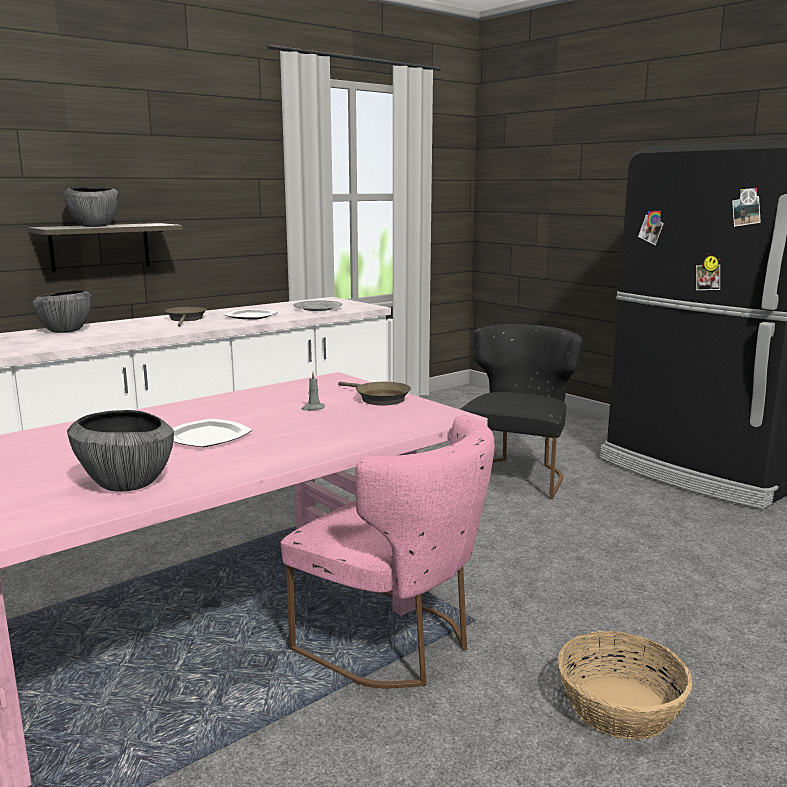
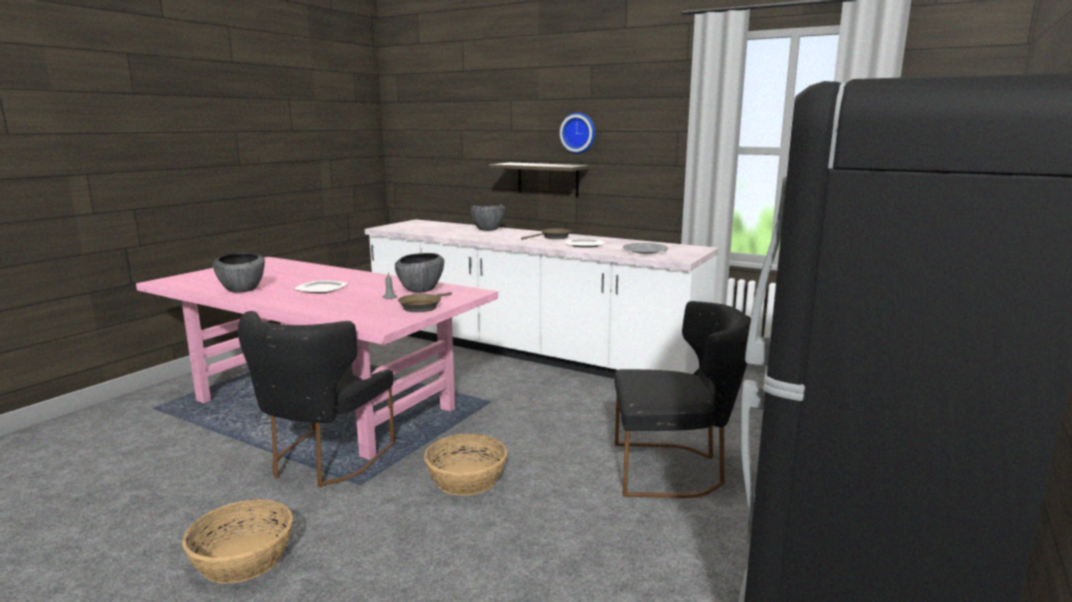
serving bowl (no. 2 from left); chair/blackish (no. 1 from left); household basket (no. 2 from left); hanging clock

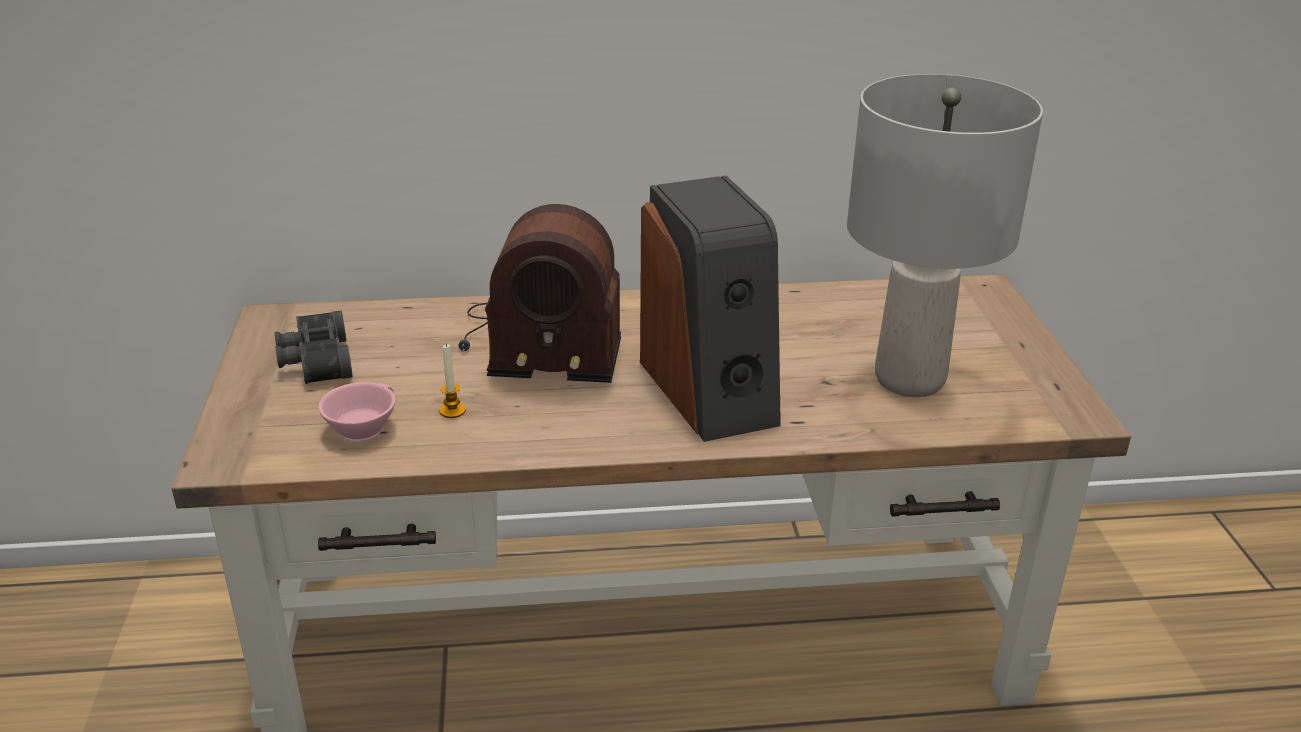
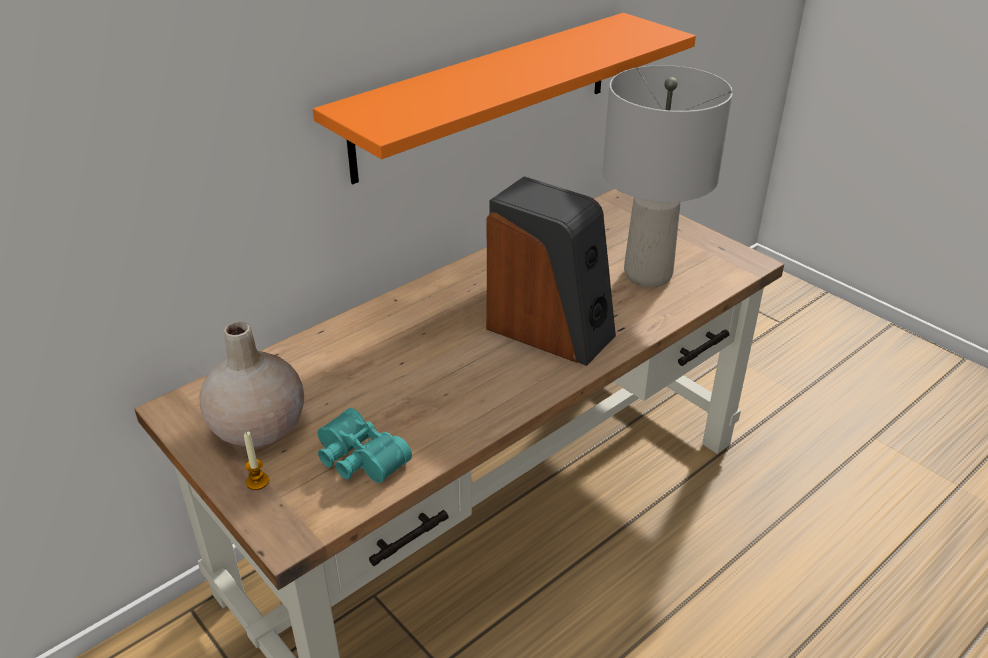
flower vase/sand-coloured; binoculars/turquoise-coloured; wax candle; radio receiver; shelf/orange-coloured

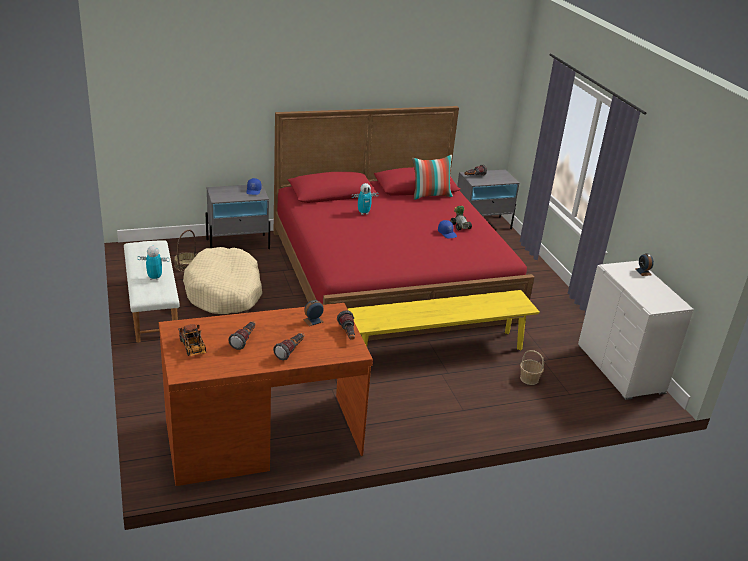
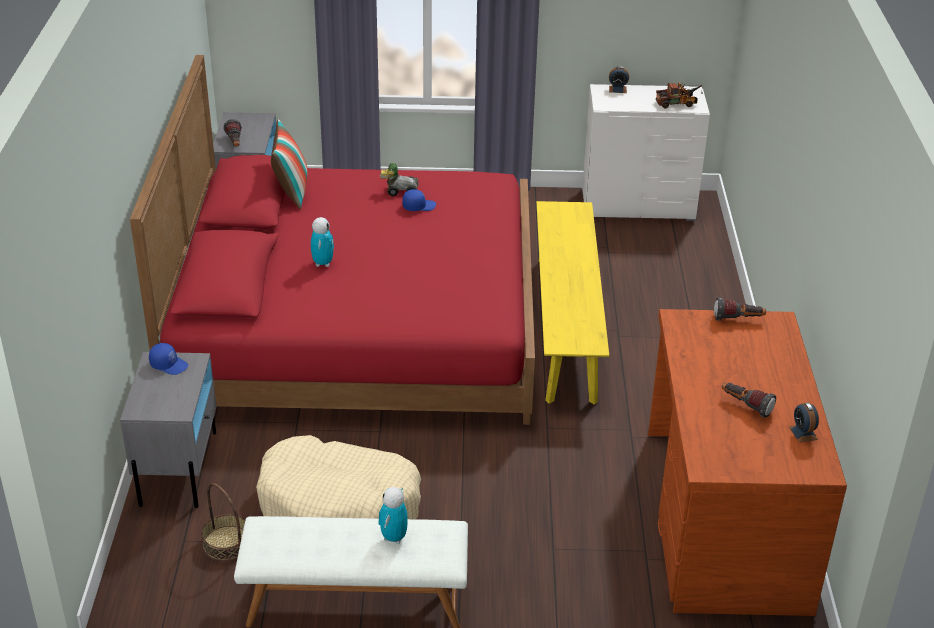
model truck; hand torch (no. 2 from left in the first image); table clock (no. 2 from left); household basket (no. 2 from left in the first image)

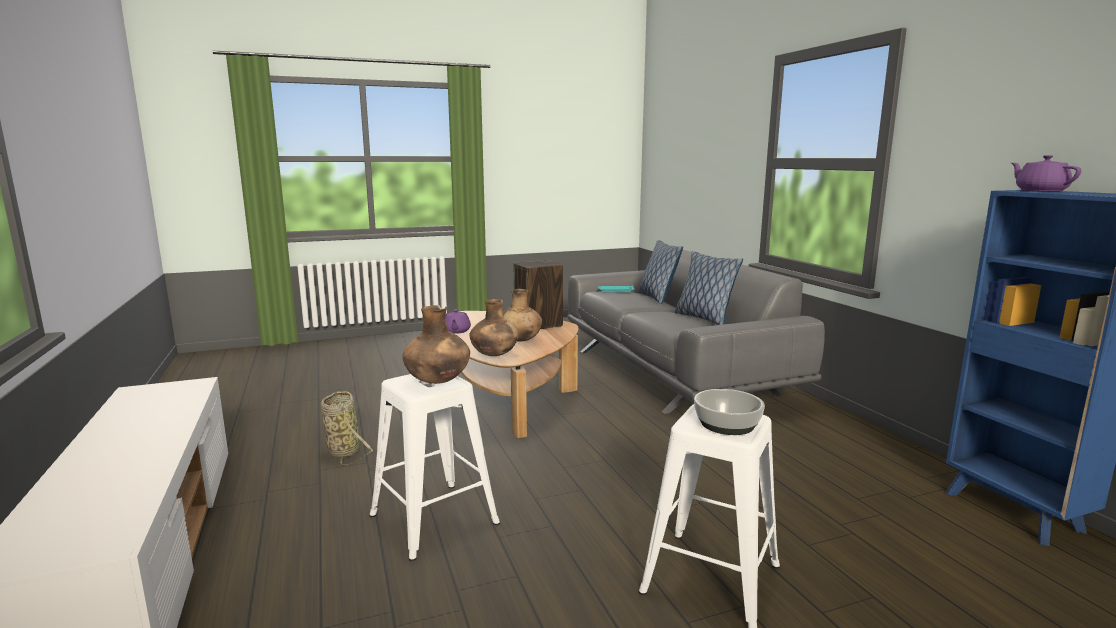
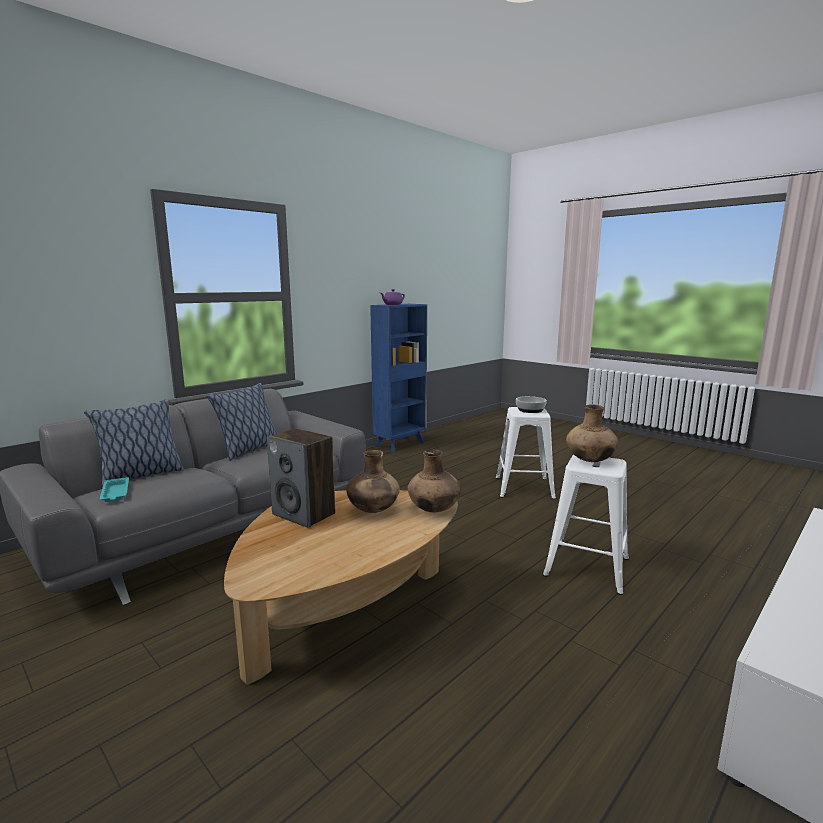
household basket; tea pot/purple (no. 1 from left in the first image)

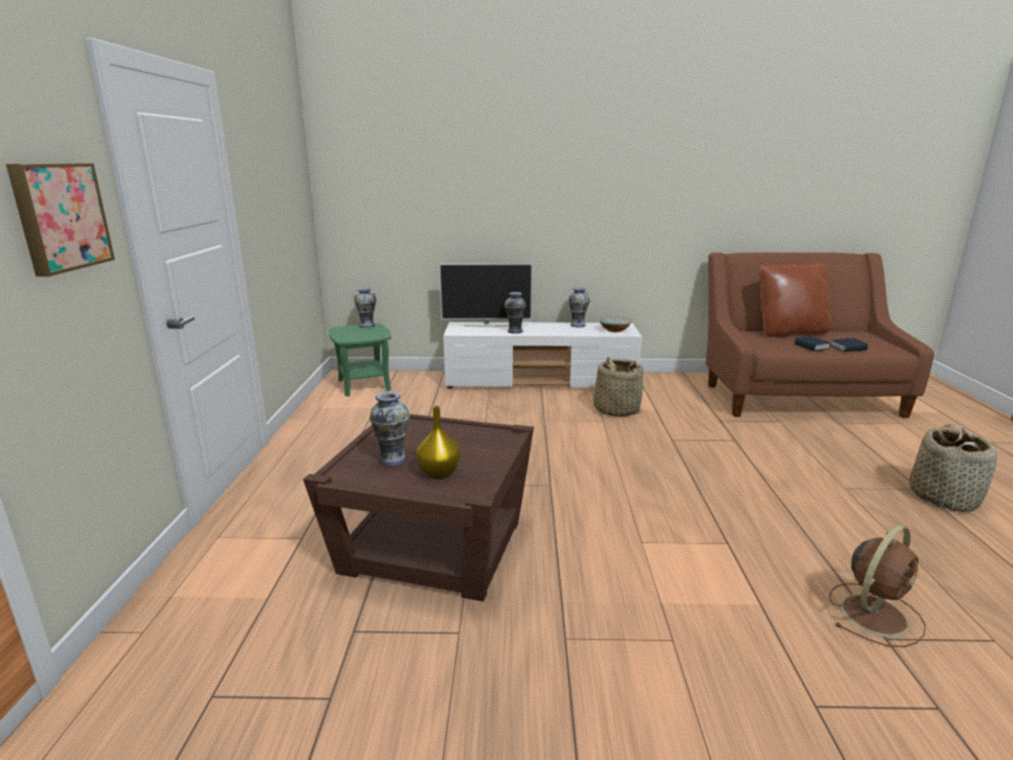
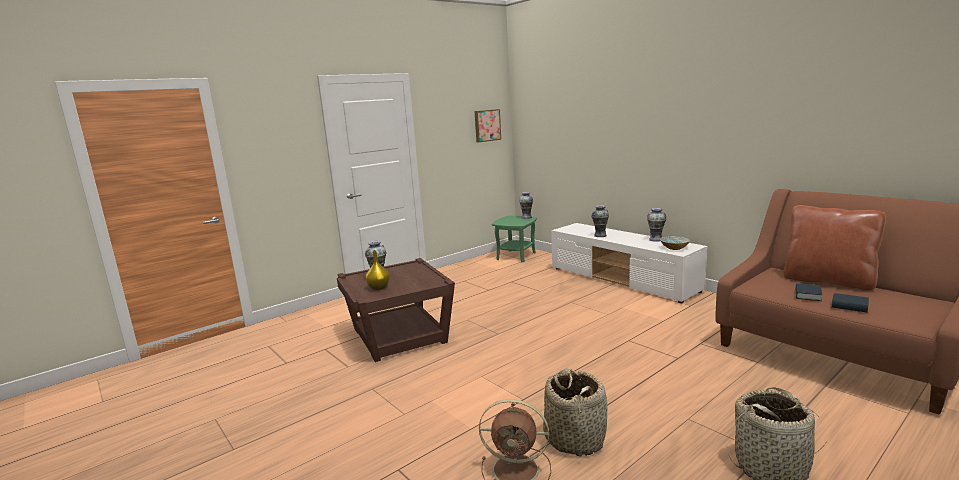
wall picture; TV set; household basket (no. 1 from left)

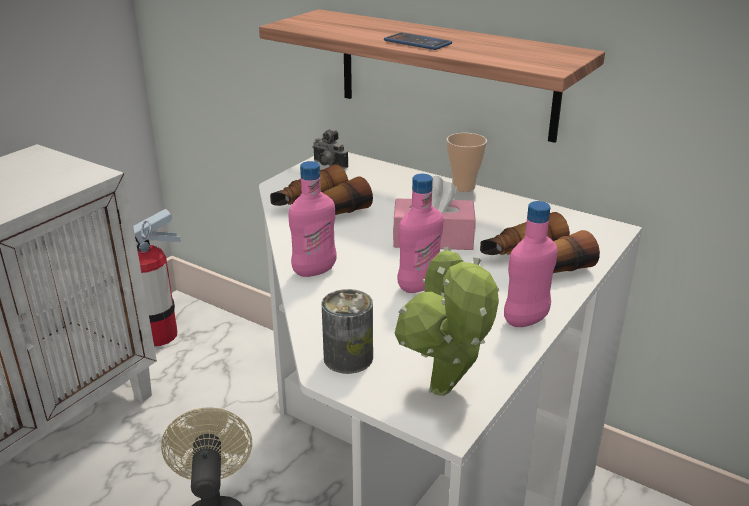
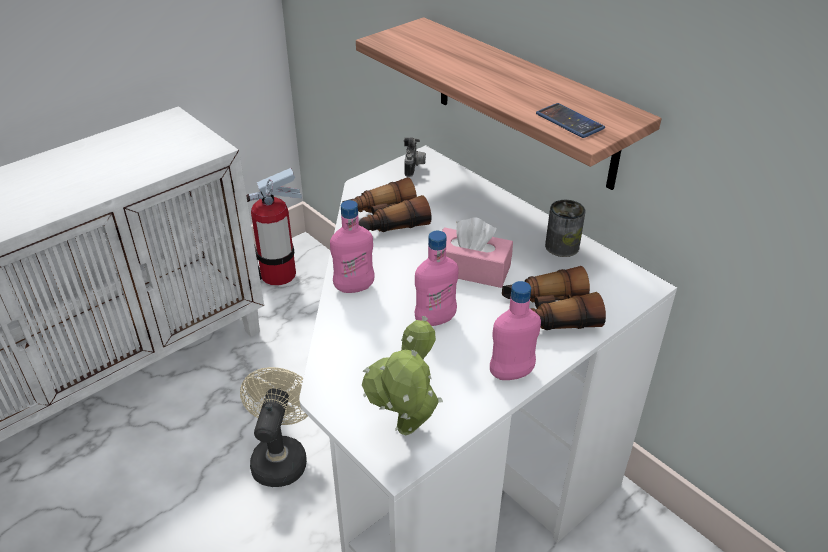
photo camera; metal can; telephone; small cup

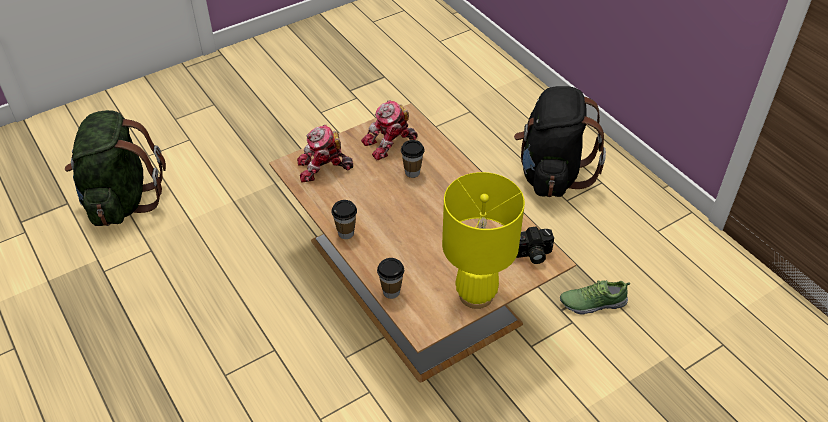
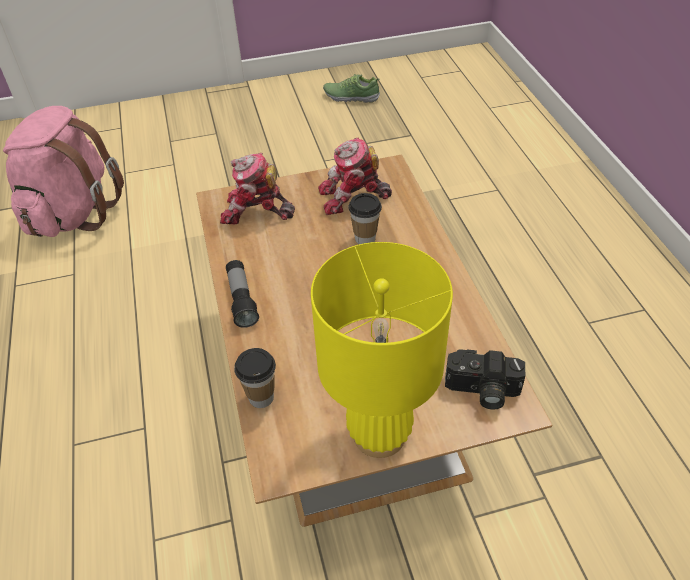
rucksack/pink; hand torch; rucksack/blackish; shoe

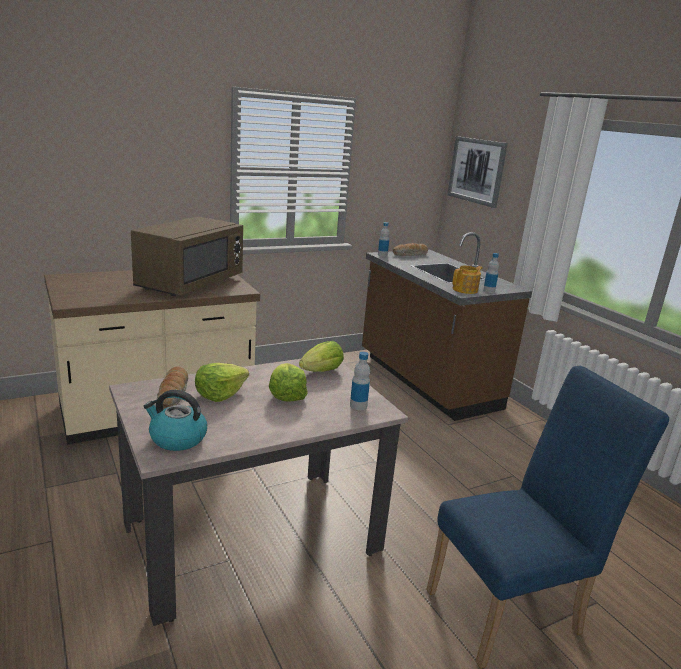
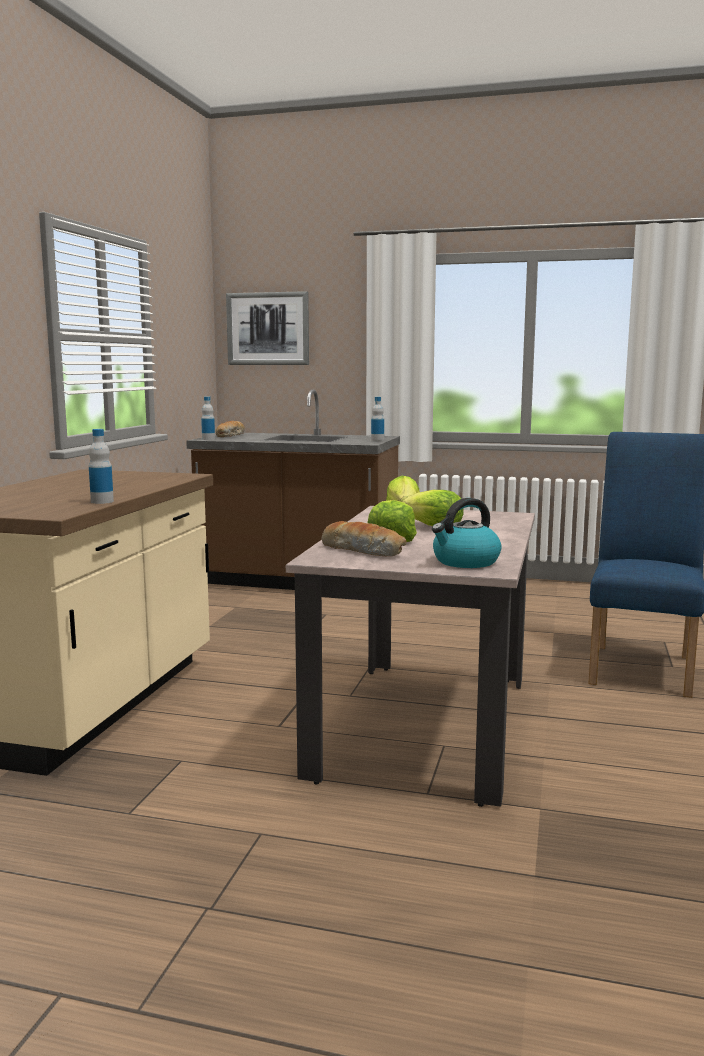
microwave/brown; drink bottle (no. 1 from left); tea pot

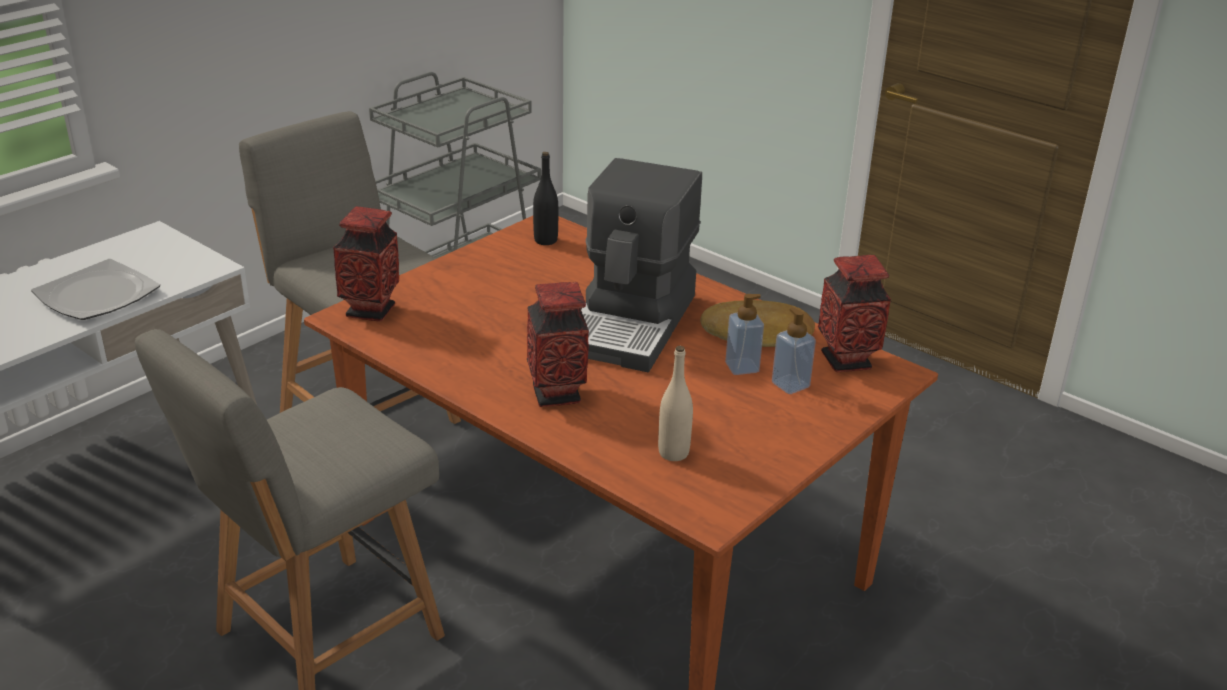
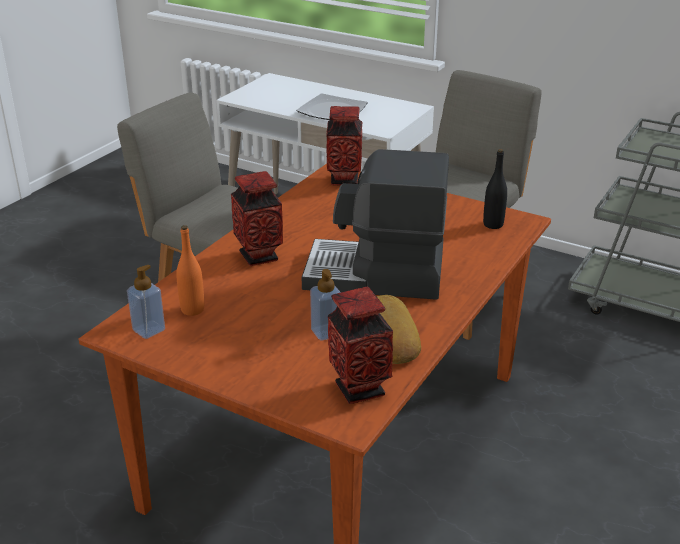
drink bottle/orange-coloured; liquid soap bottle (no. 1 from left)

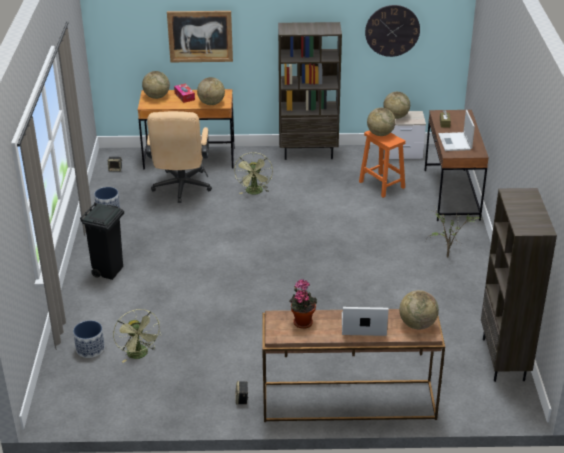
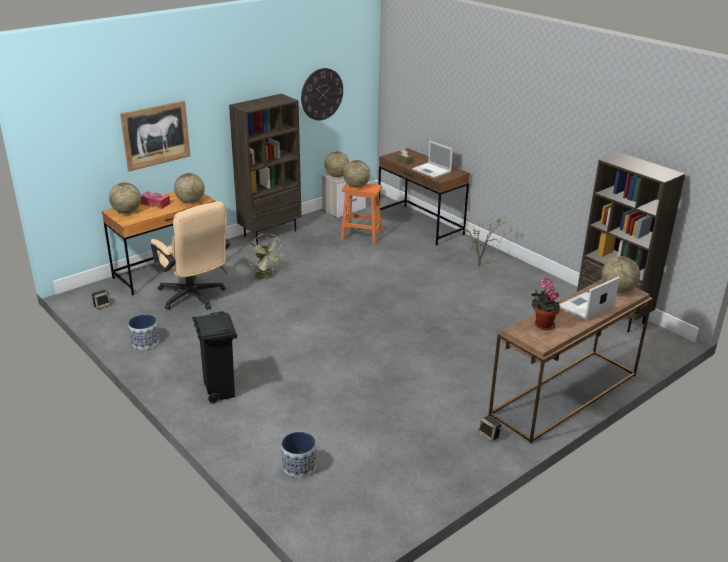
cooling fan/green (no. 1 from left in the first image)

